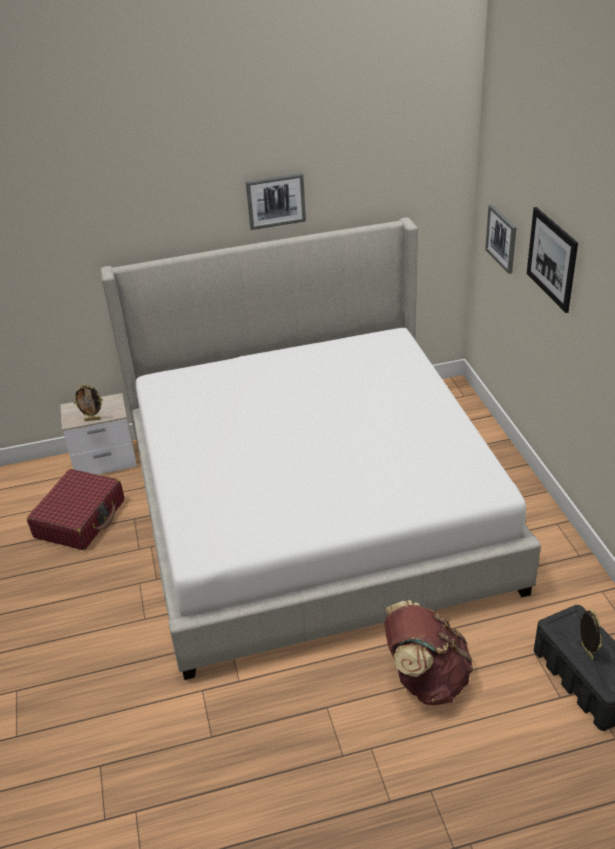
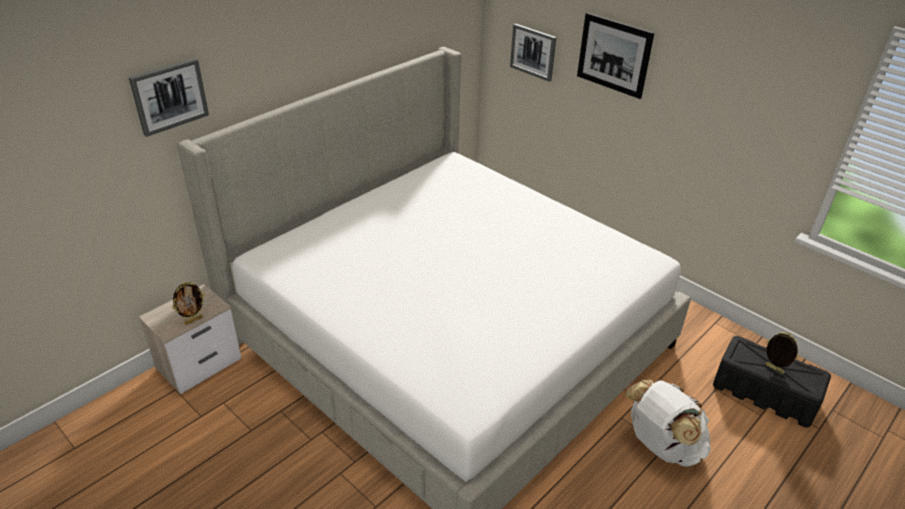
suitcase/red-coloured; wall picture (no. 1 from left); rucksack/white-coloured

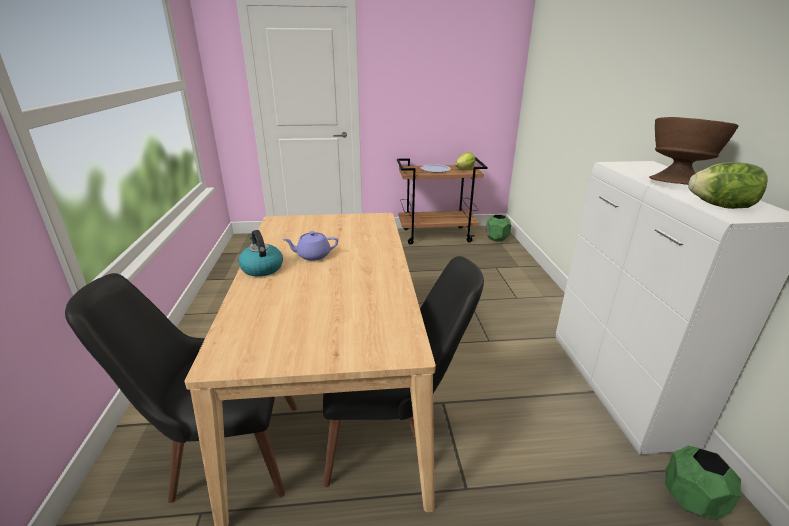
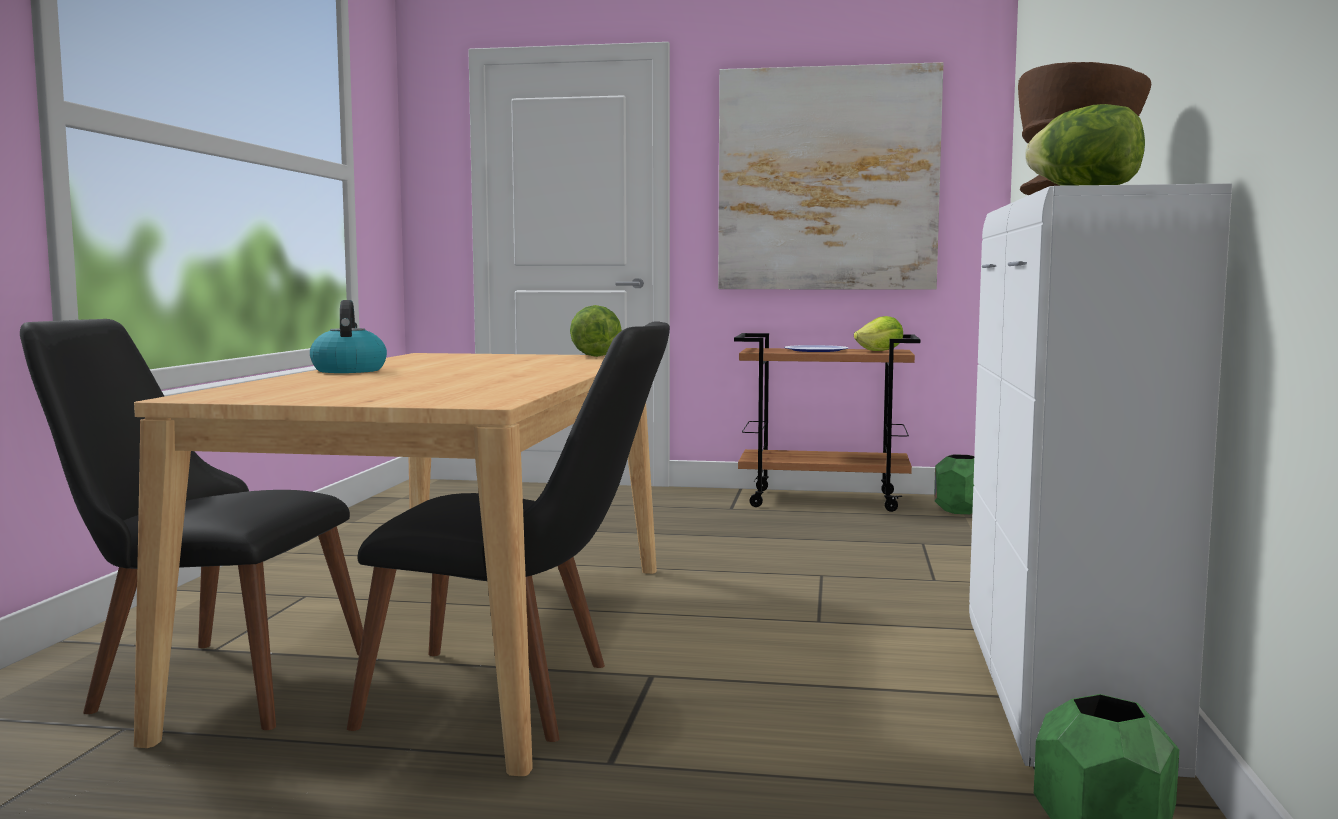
tea pot/purple; lettuce (no. 1 from left); wall picture

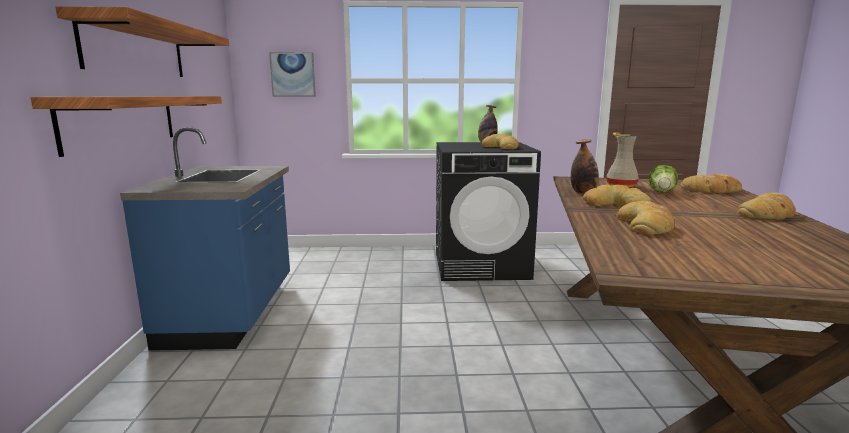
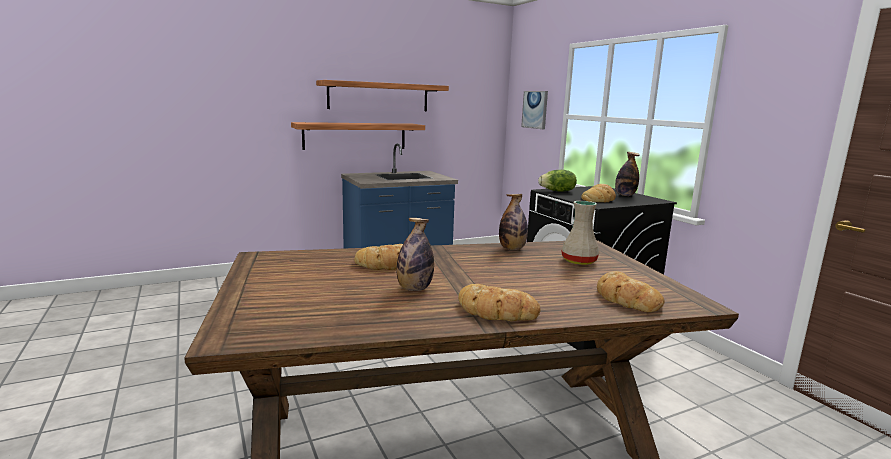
bread (no. 2 from left in the first image); lettuce; drink bottle (no. 1 from left)

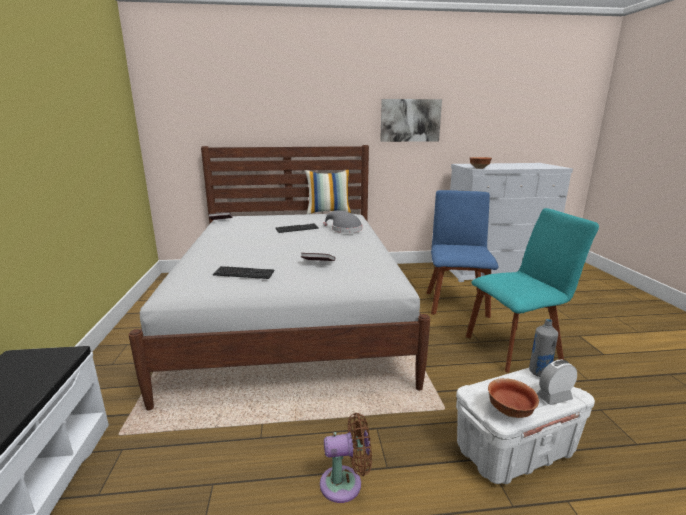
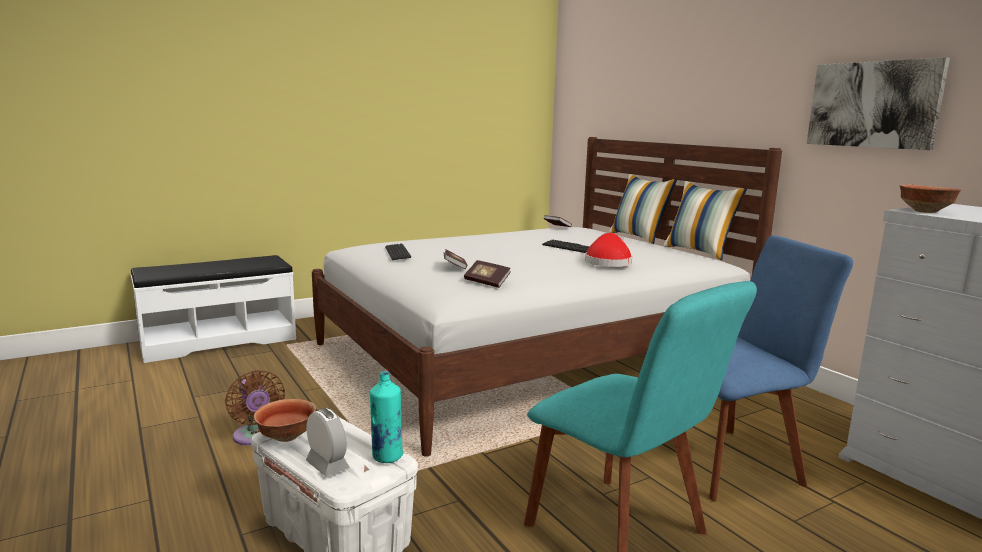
clothing hat/red-coloured; drink bottle/turquoise-coloured; volume (no. 2 from left); pillow (no. 1 from left)

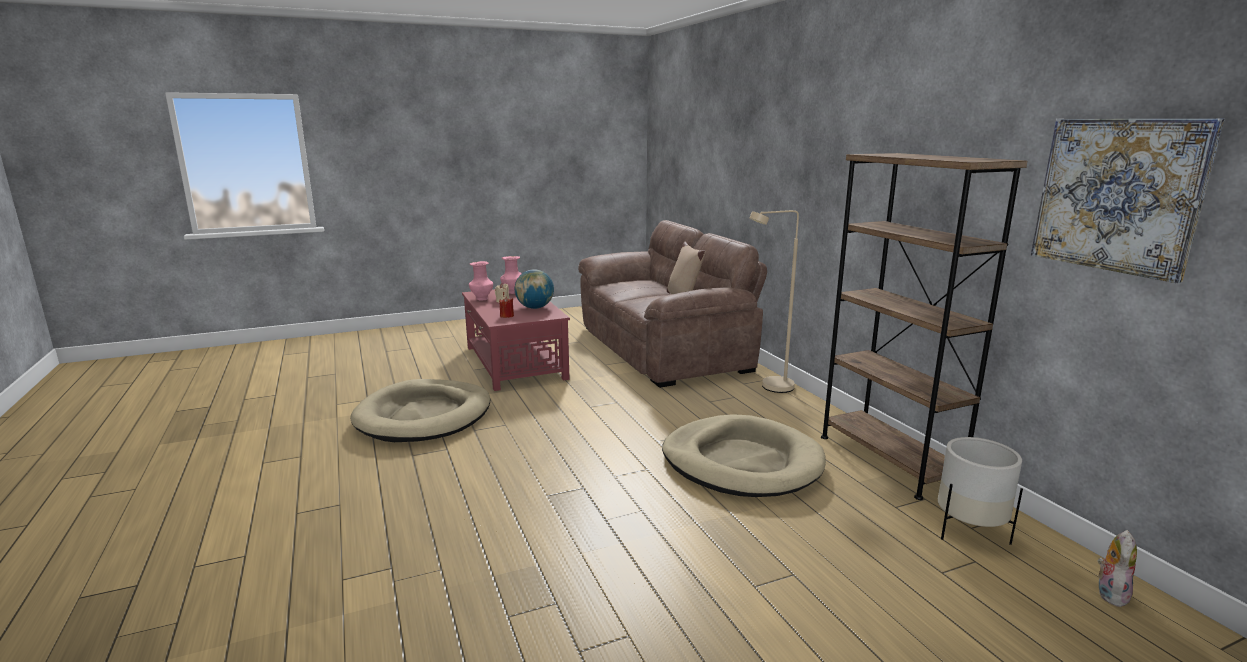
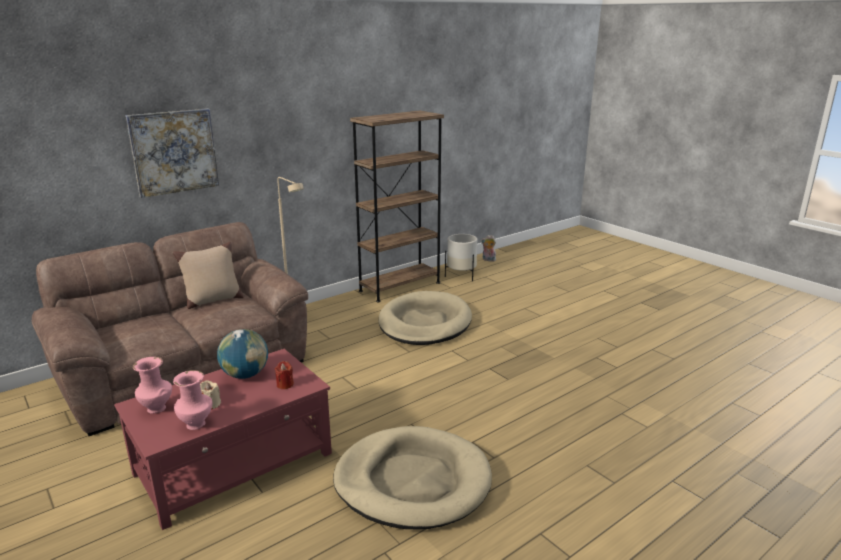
wall picture

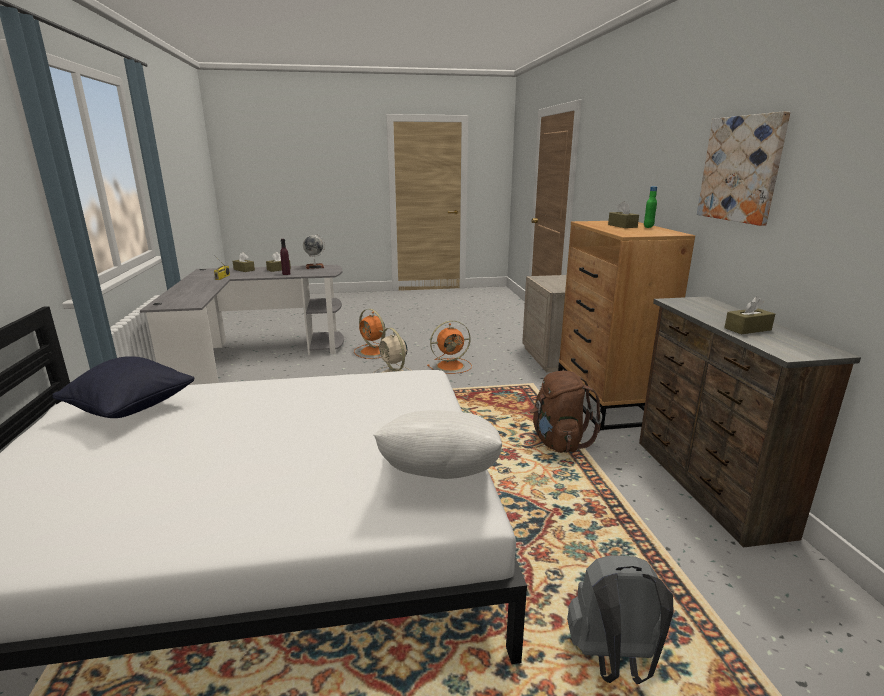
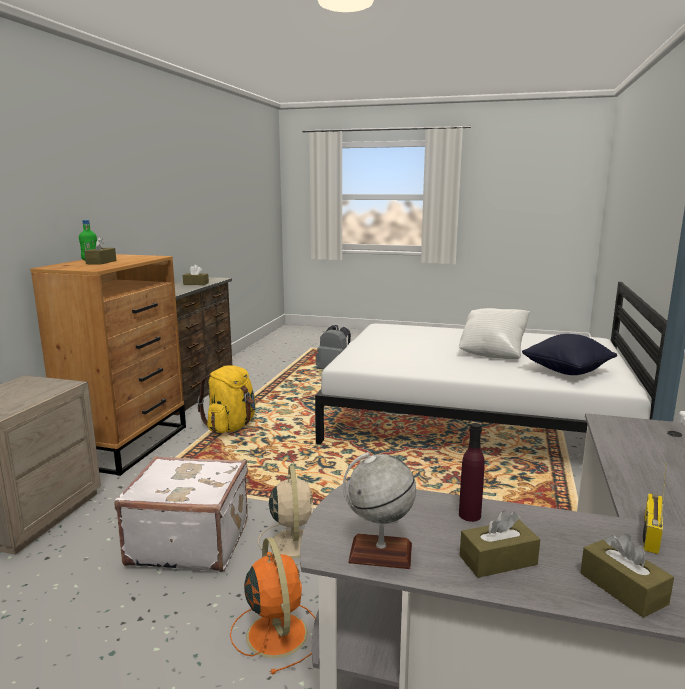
pillow/white-coloured; suitcase/white-coloured; rucksack/yellowish; wall picture

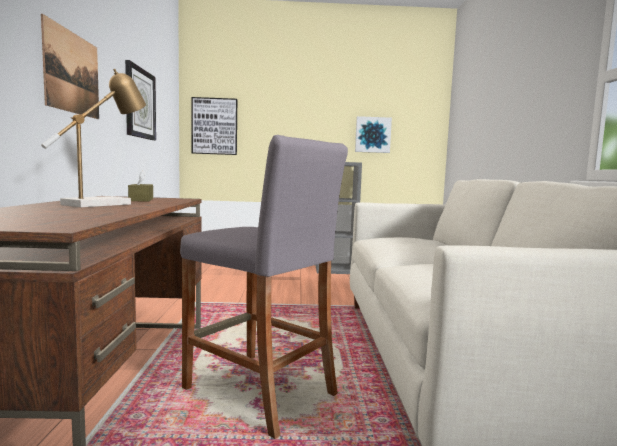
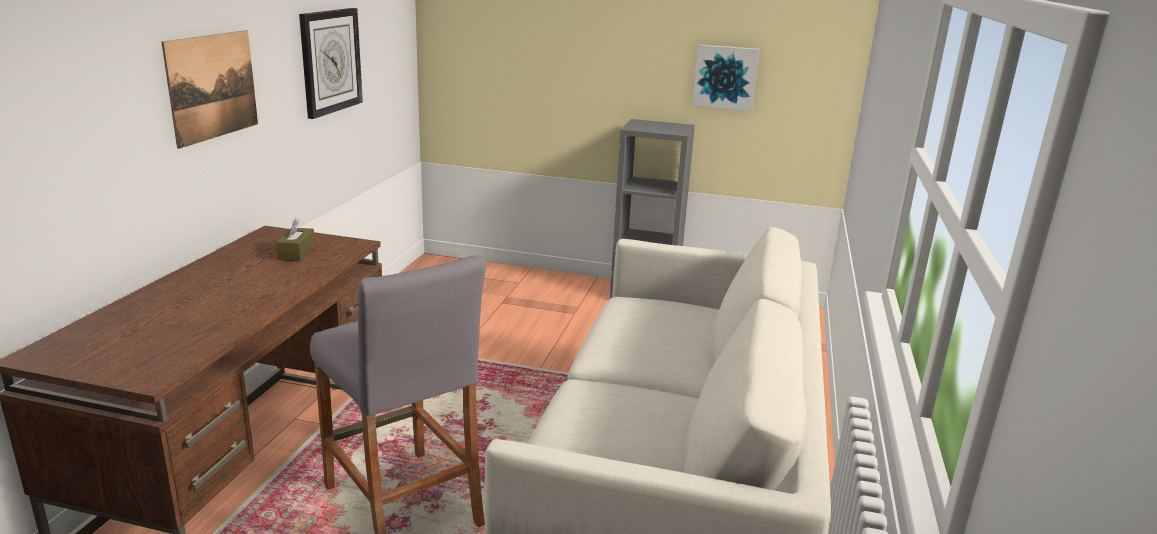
table lamp; wall picture (no. 2 from left in the first image)

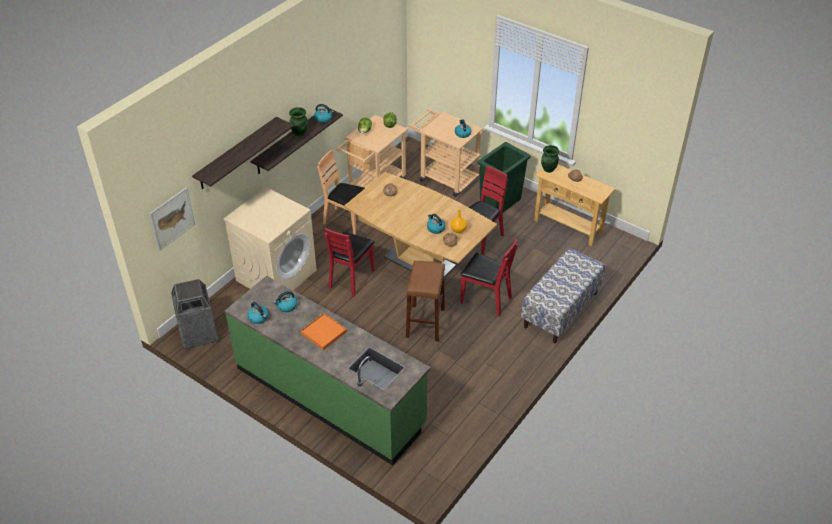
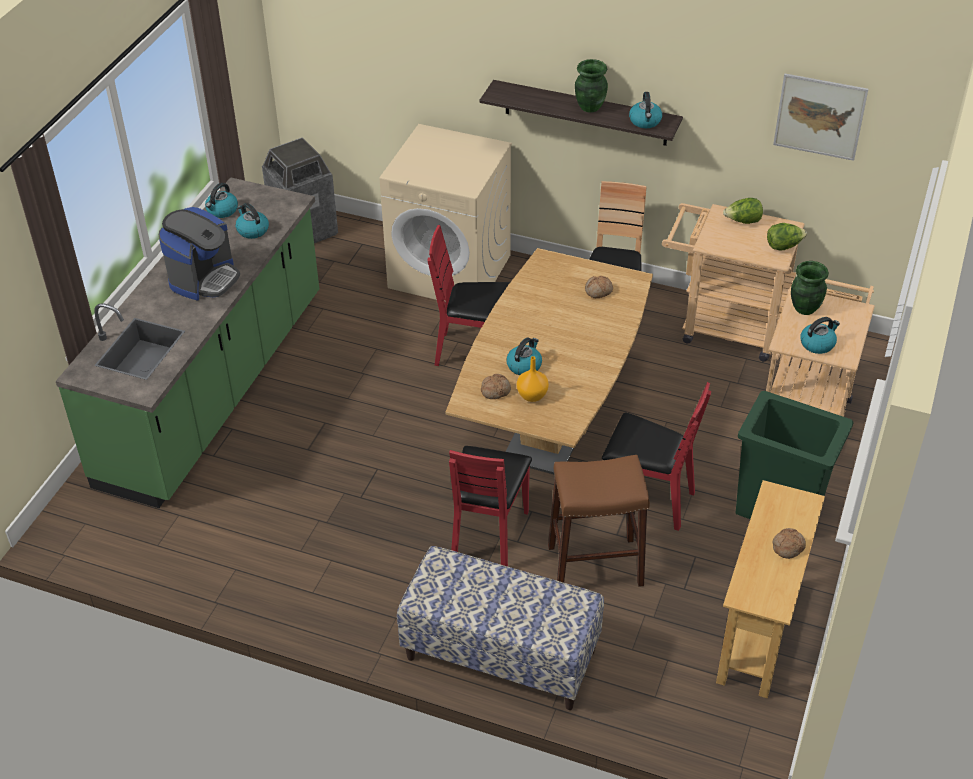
wall picture; shelf (no. 1 from left in the first image); coffee maker; stool/brown; flower vase/green (no. 2 from left)

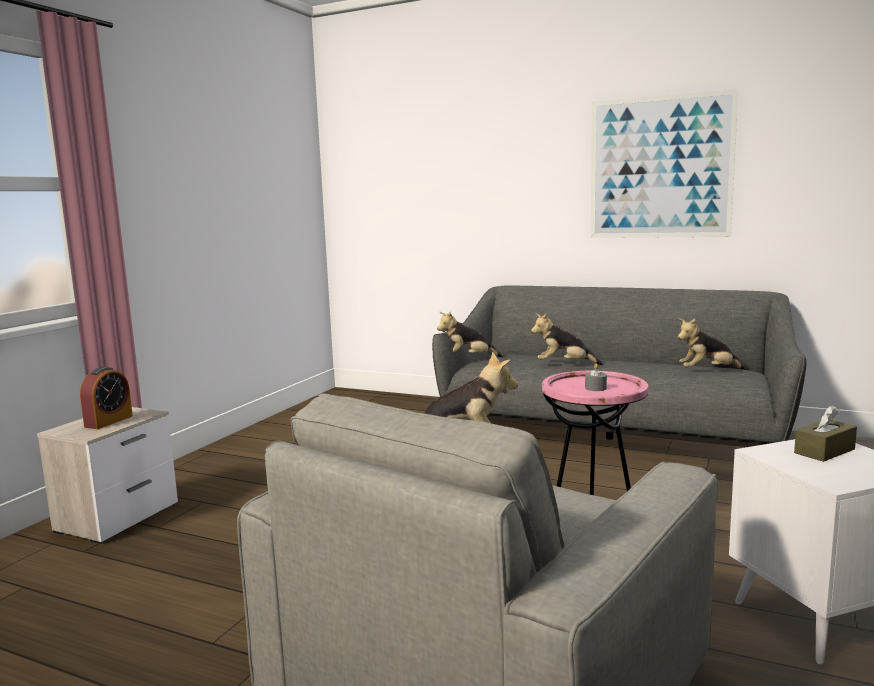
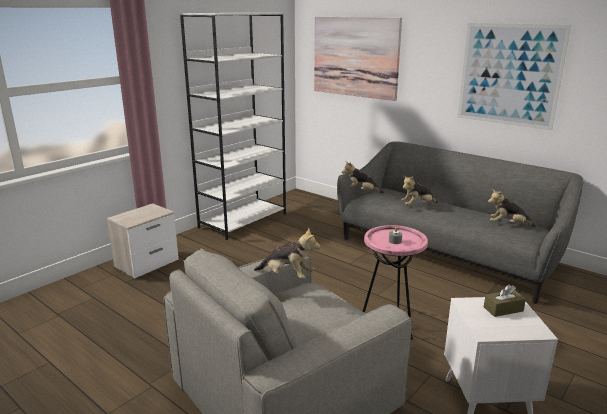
table clock; cuddly toy (no. 3 from left); shelving unit/white-coloured; wall picture (no. 1 from left)

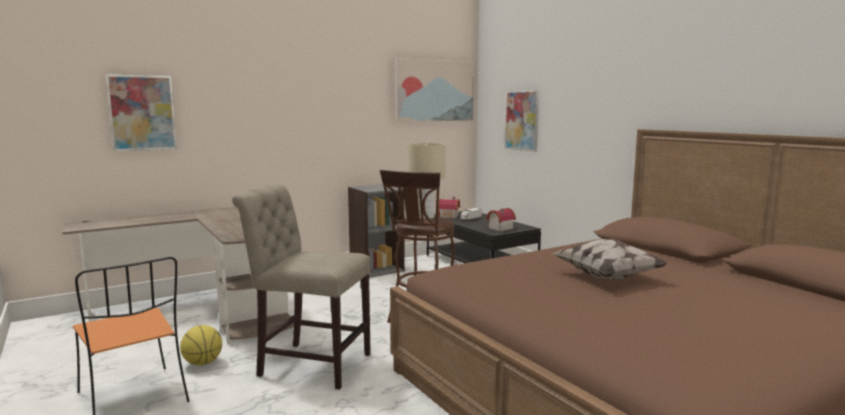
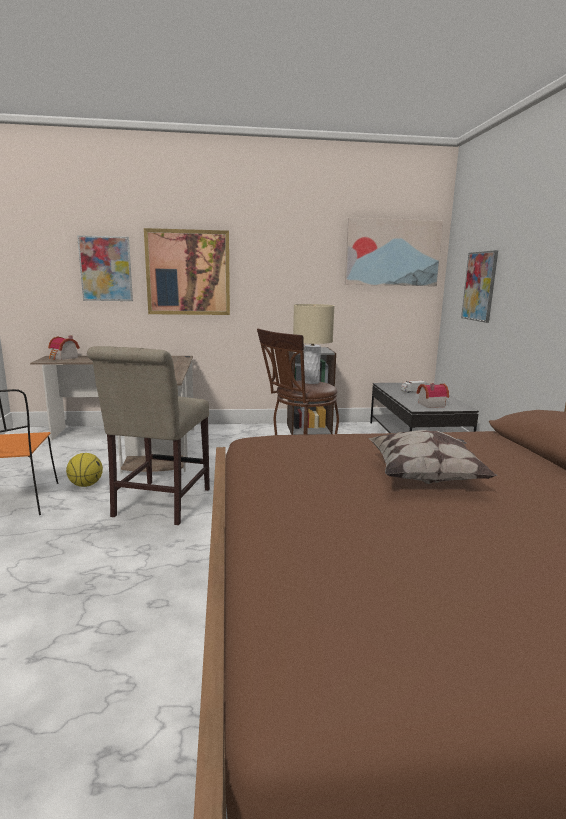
chair/sand-coloured; toy house (no. 1 from left); wall picture (no. 2 from left)

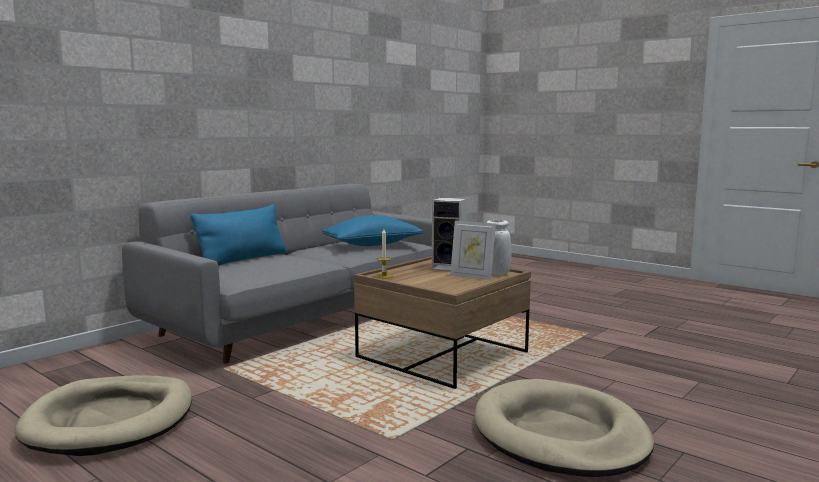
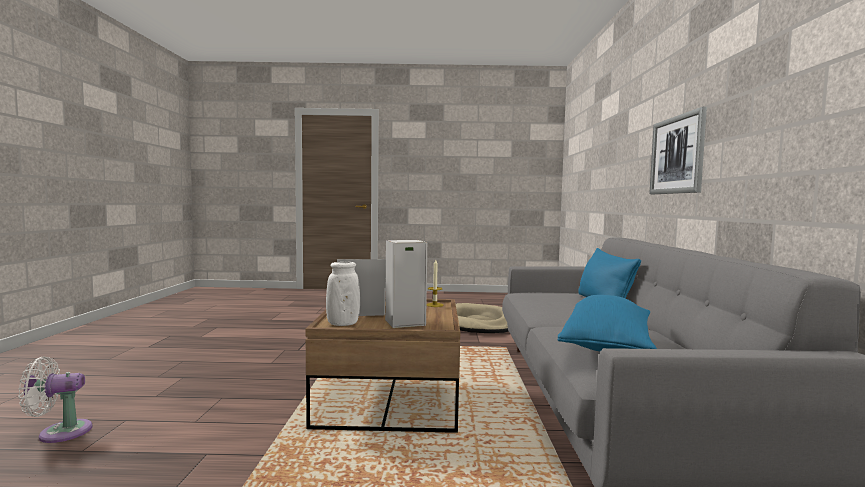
dog bed/sand-coloured (no. 2 from left in the first image); cooling fan/white-coloured; wall picture

